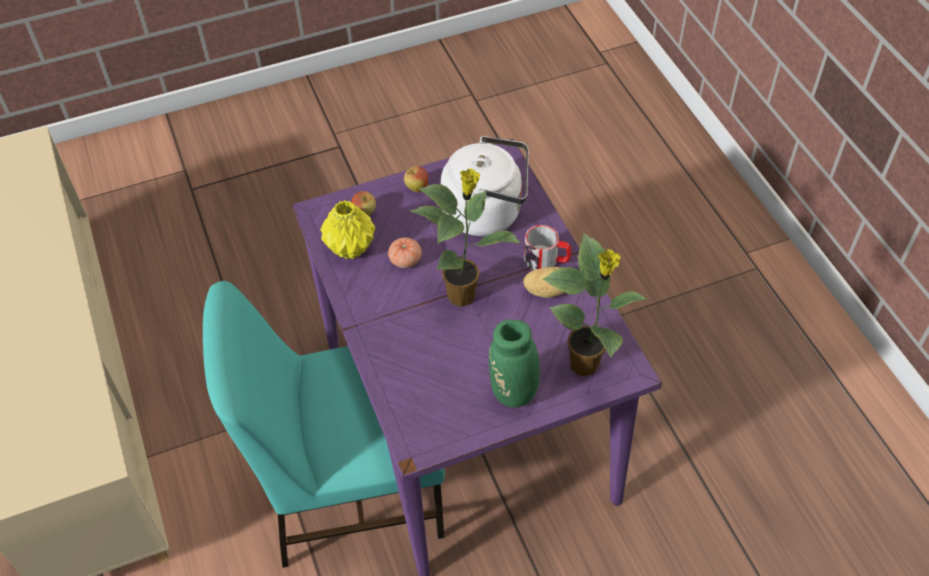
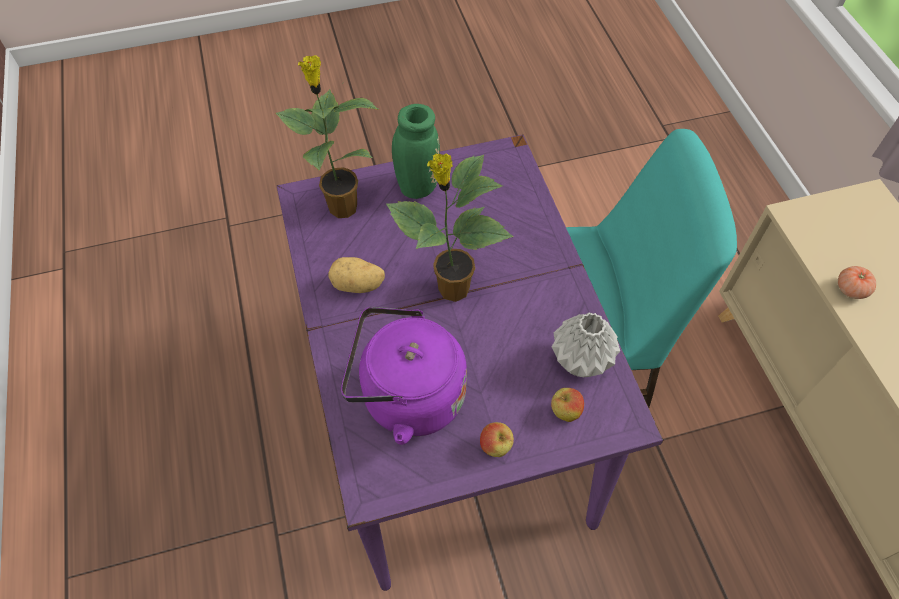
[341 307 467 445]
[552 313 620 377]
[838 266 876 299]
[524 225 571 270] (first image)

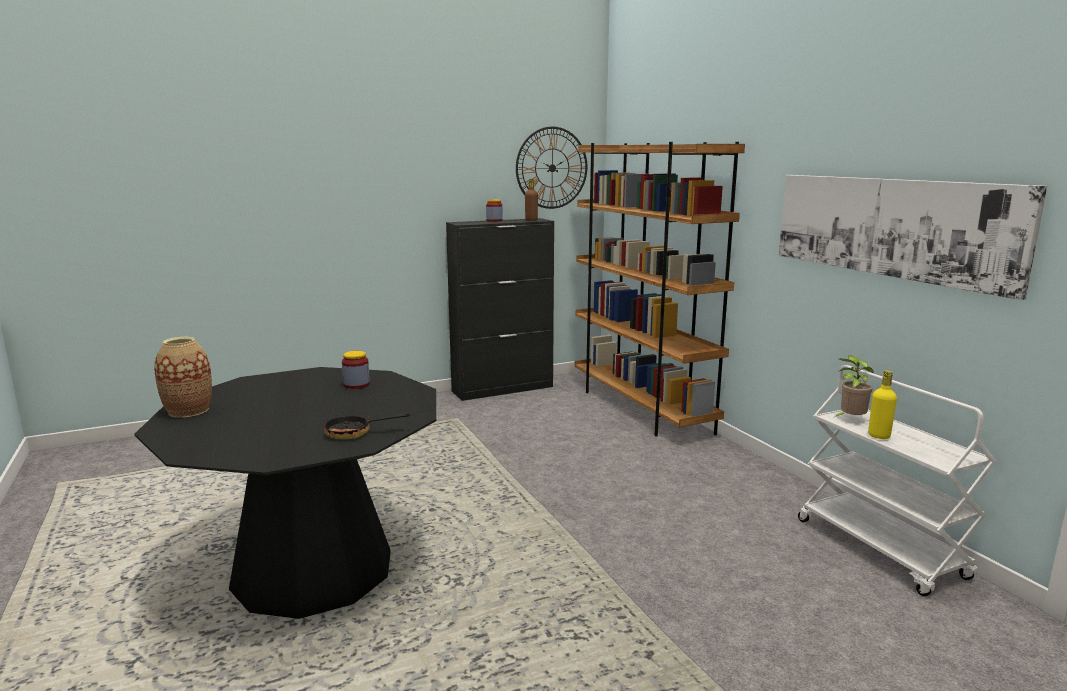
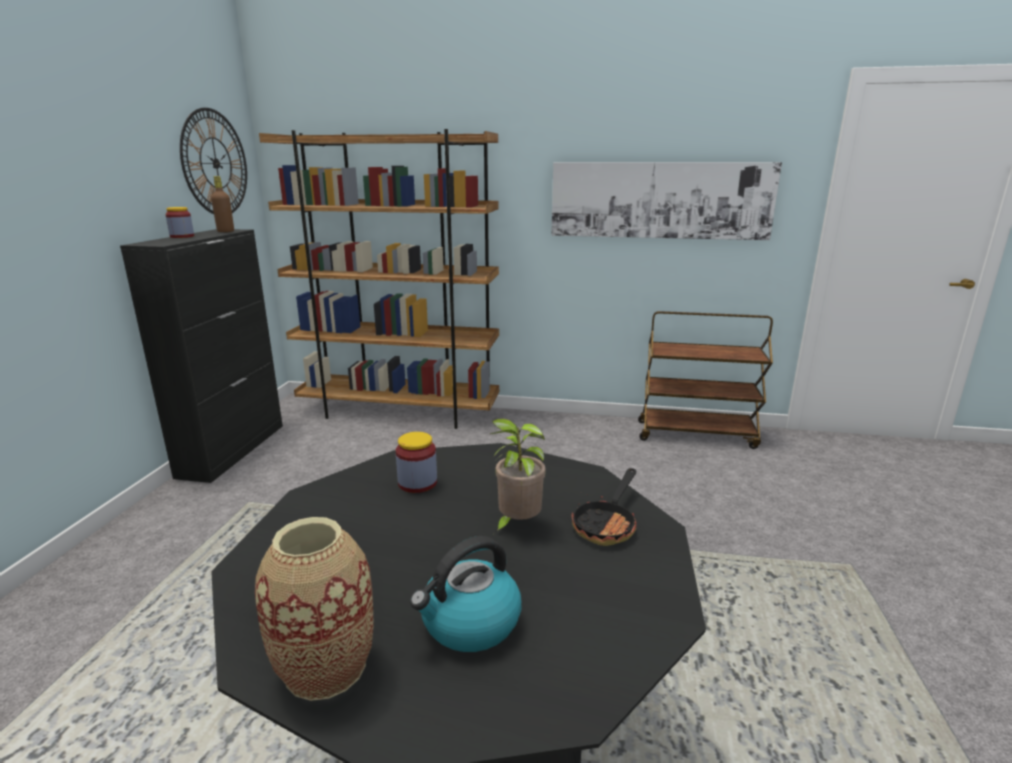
[410 536 522 652]
[490 419 546 533]
[638 311 773 449]
[868 370 897 439] (first image)

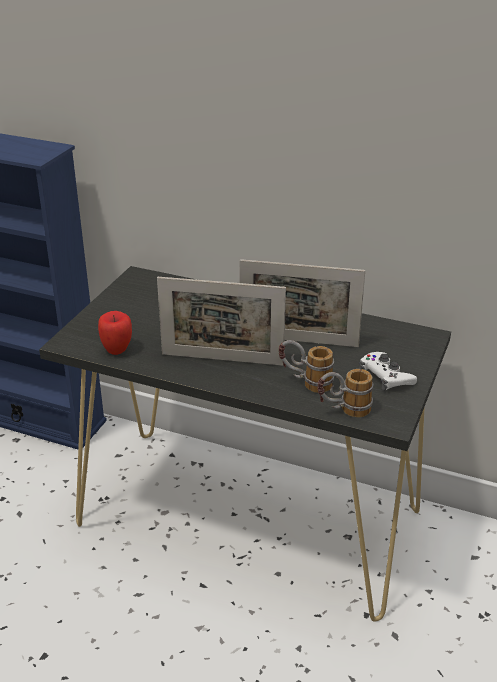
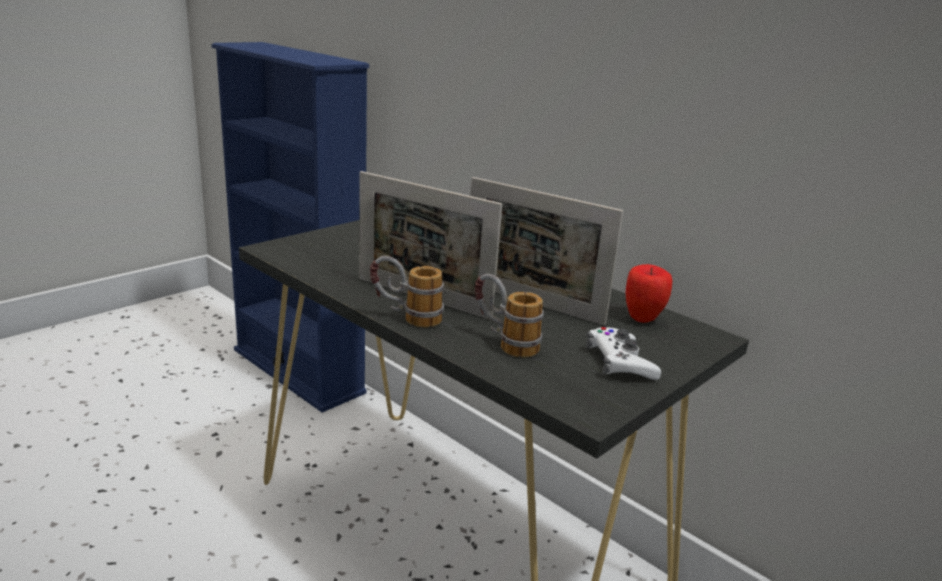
[370 256 444 328]
[626 264 673 323]

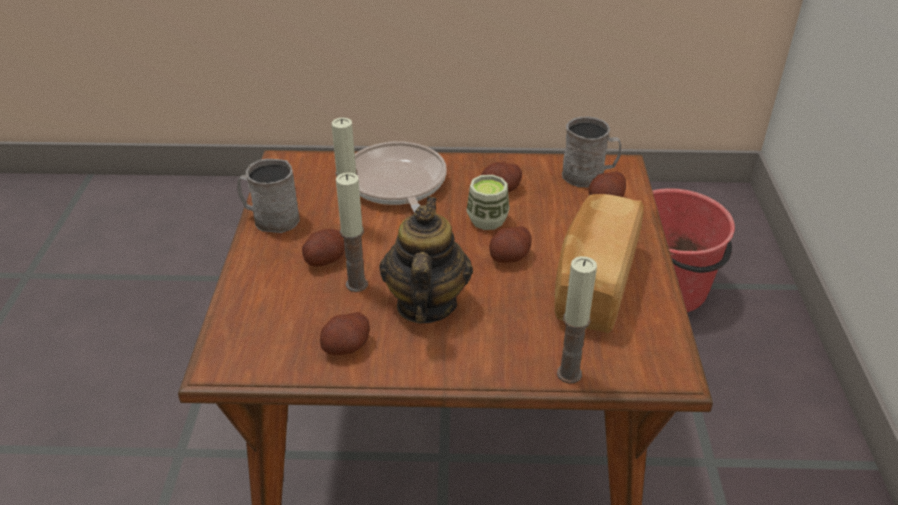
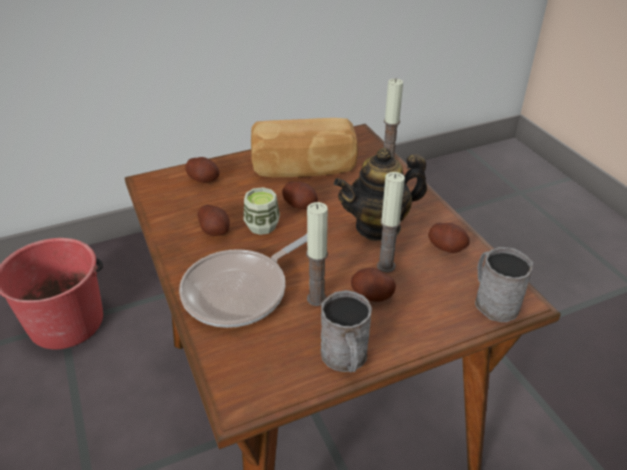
[475 247 533 322]

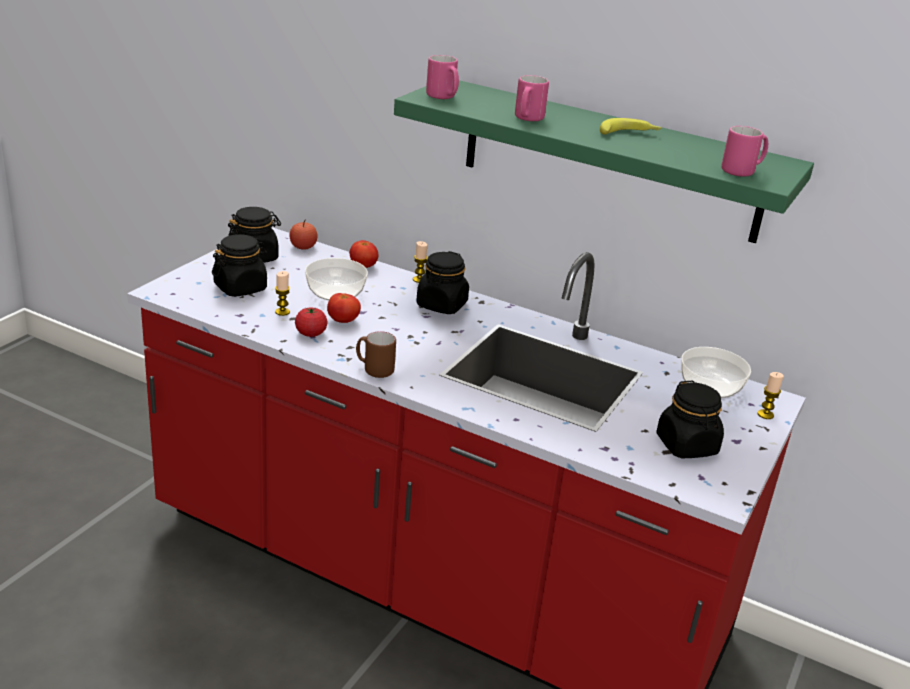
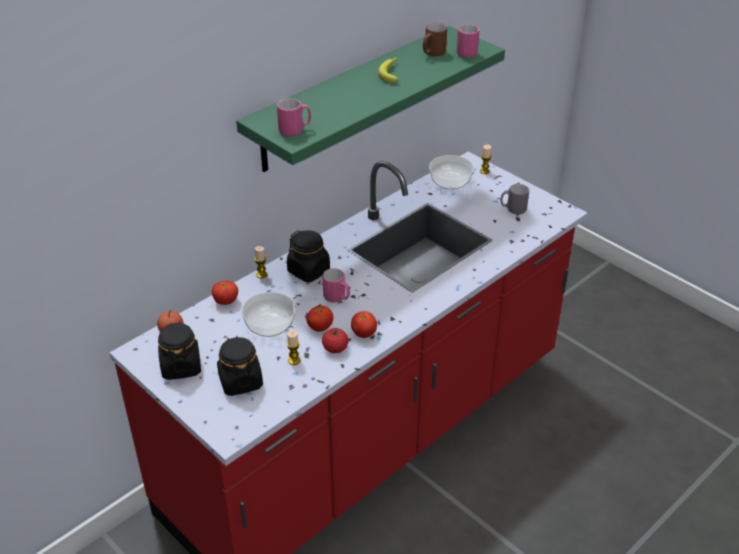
[323 268 350 302]
[351 311 377 338]
[423 23 447 56]
[501 184 529 214]

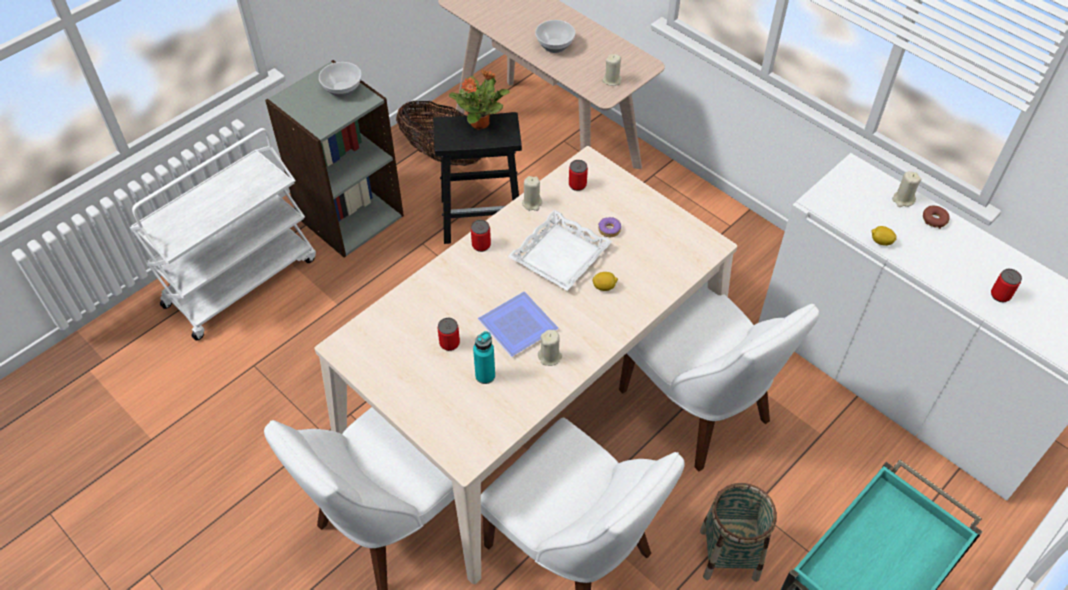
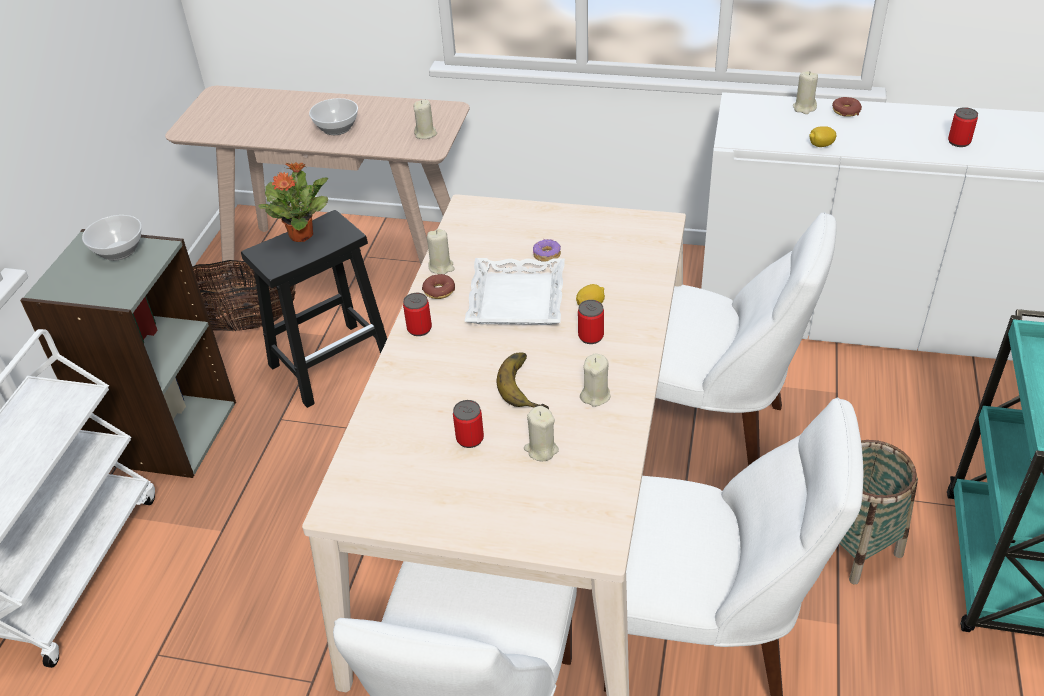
[422 274 455 299]
[497 353 549 409]
[524 406 559 462]
[578 300 604 344]

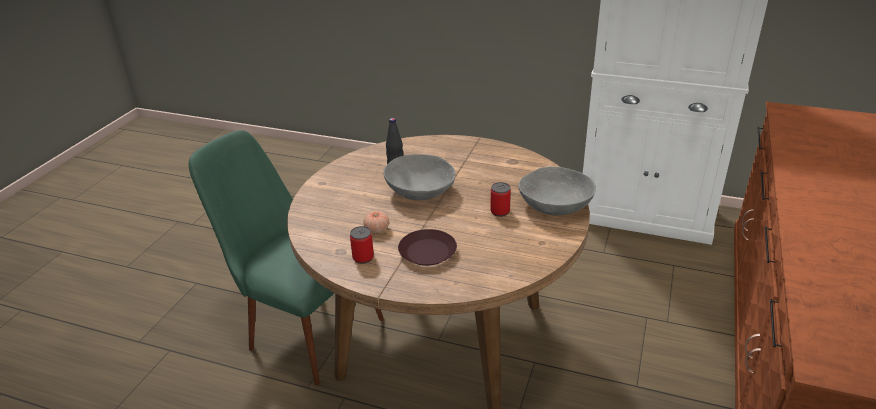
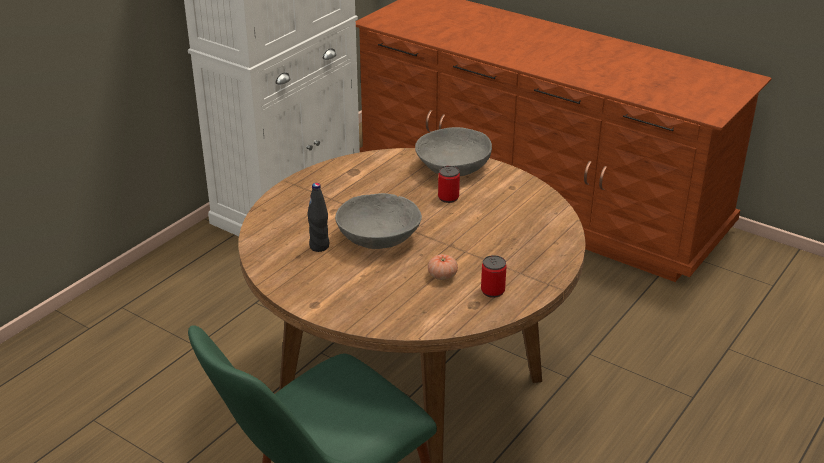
[398 229 457 266] (first image)

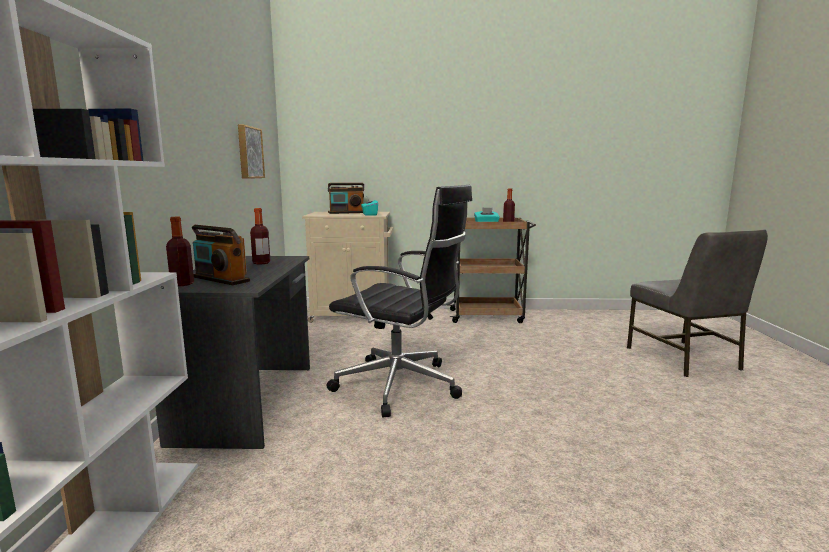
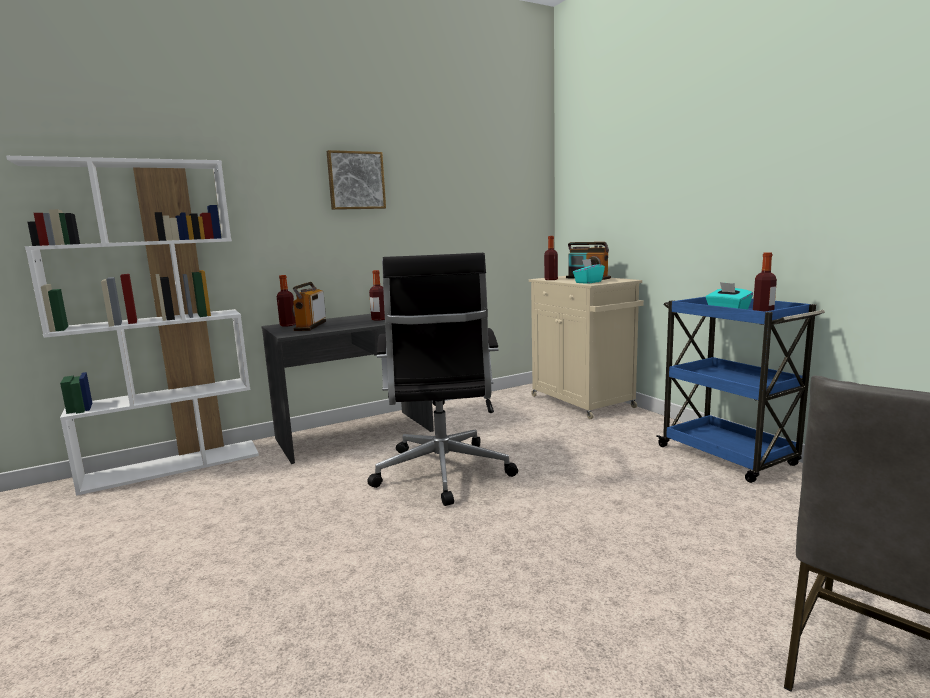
[327 150 386 210]
[544 236 558 280]
[656 297 825 483]

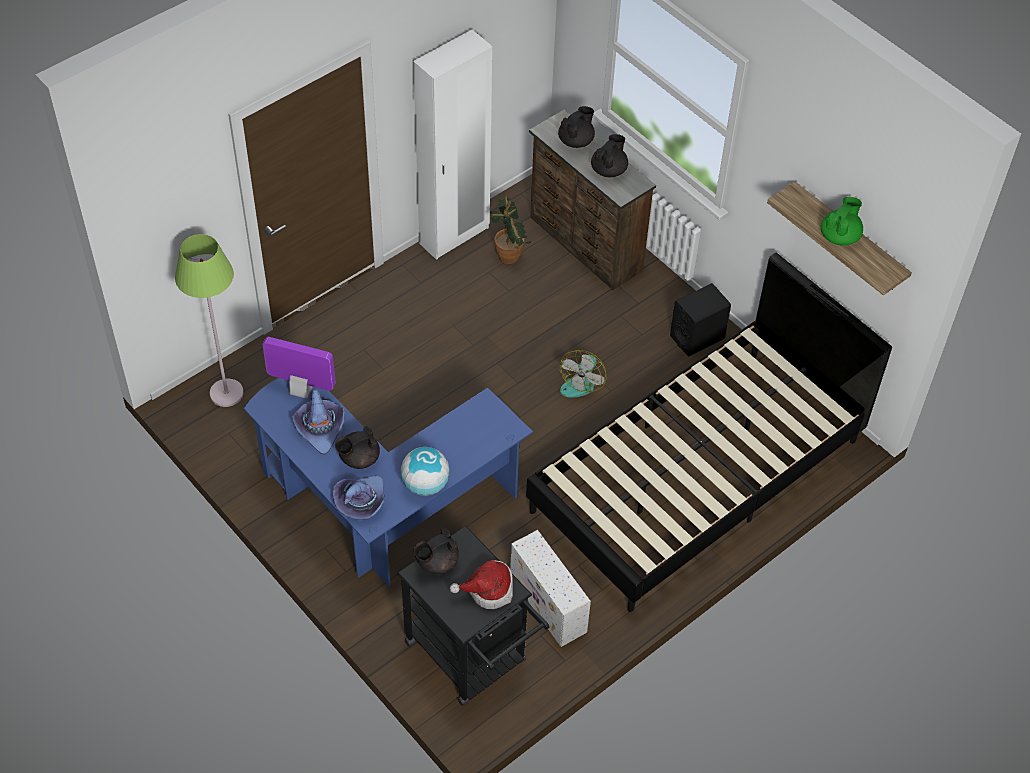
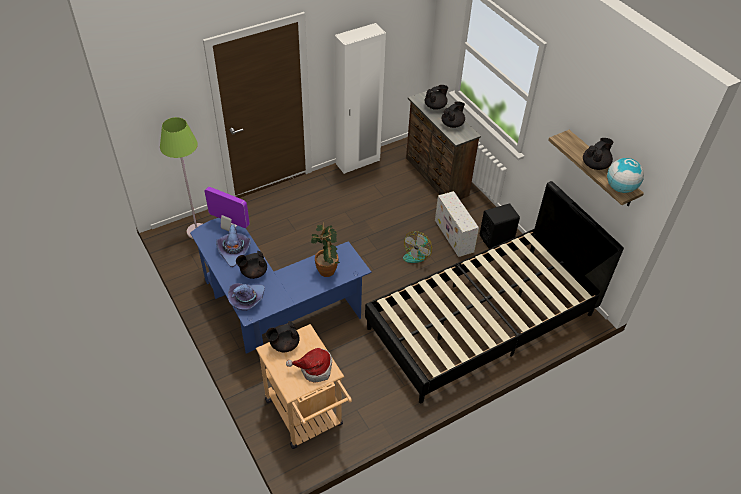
[256 324 352 449]
[311 222 340 277]
[435 191 479 257]
[583 138 613 170]
[607 158 644 193]

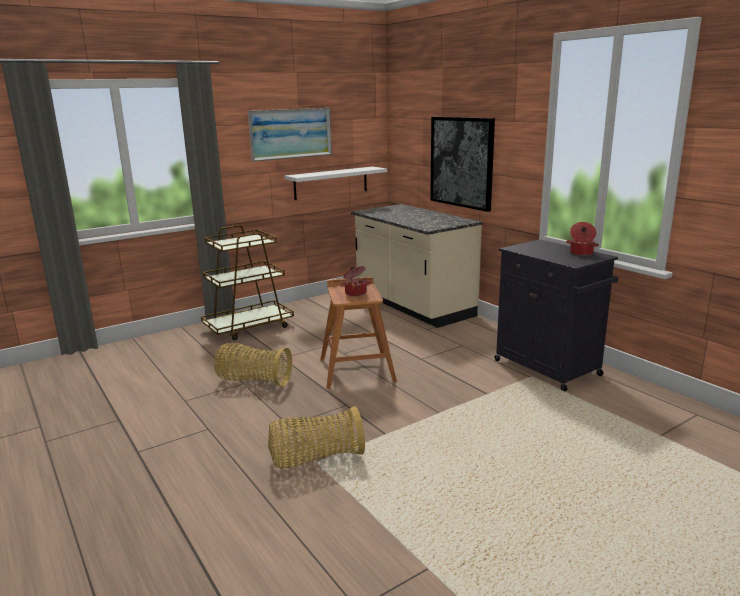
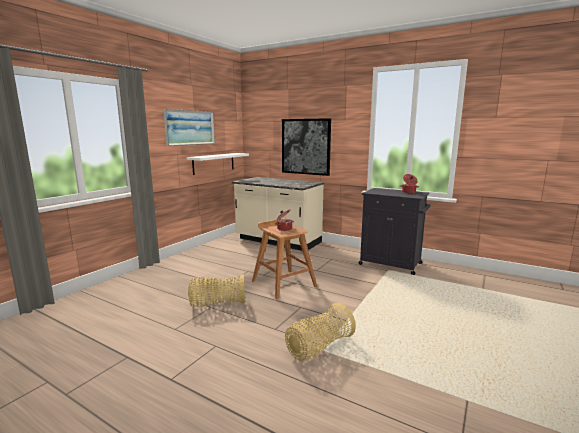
[201 225 294 341] (first image)

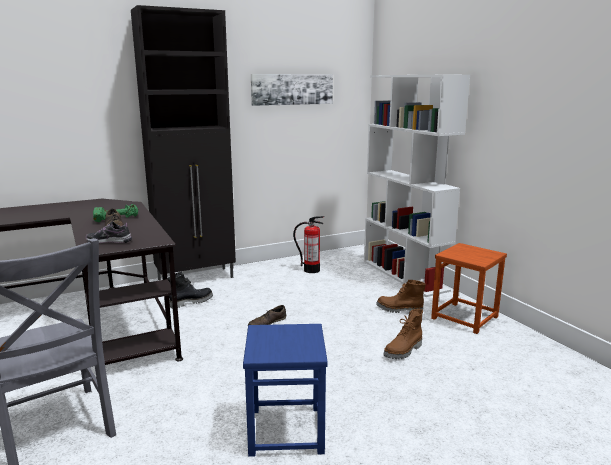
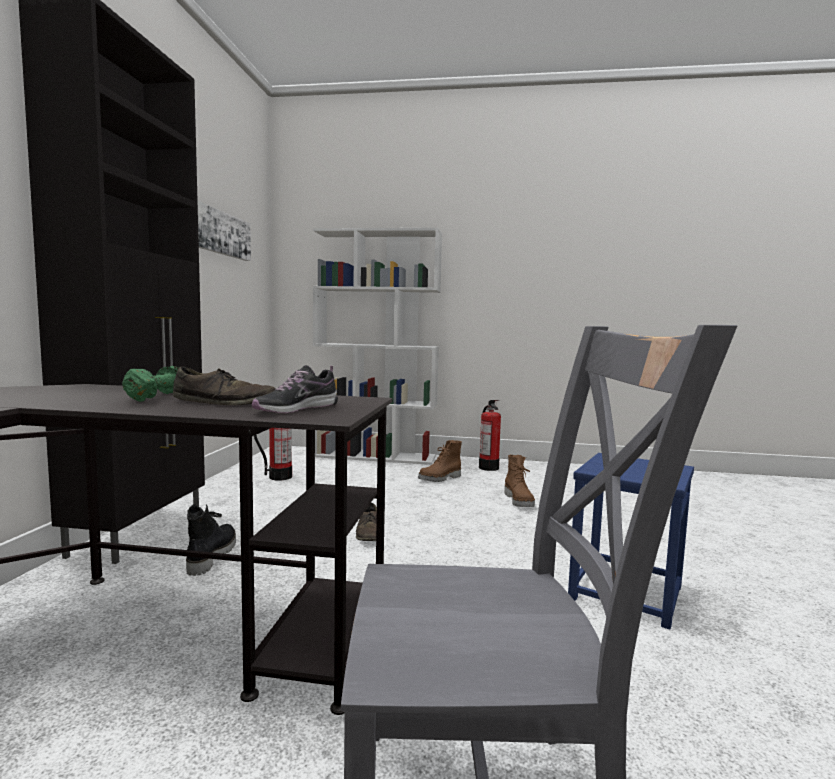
[479 400 501 471]

